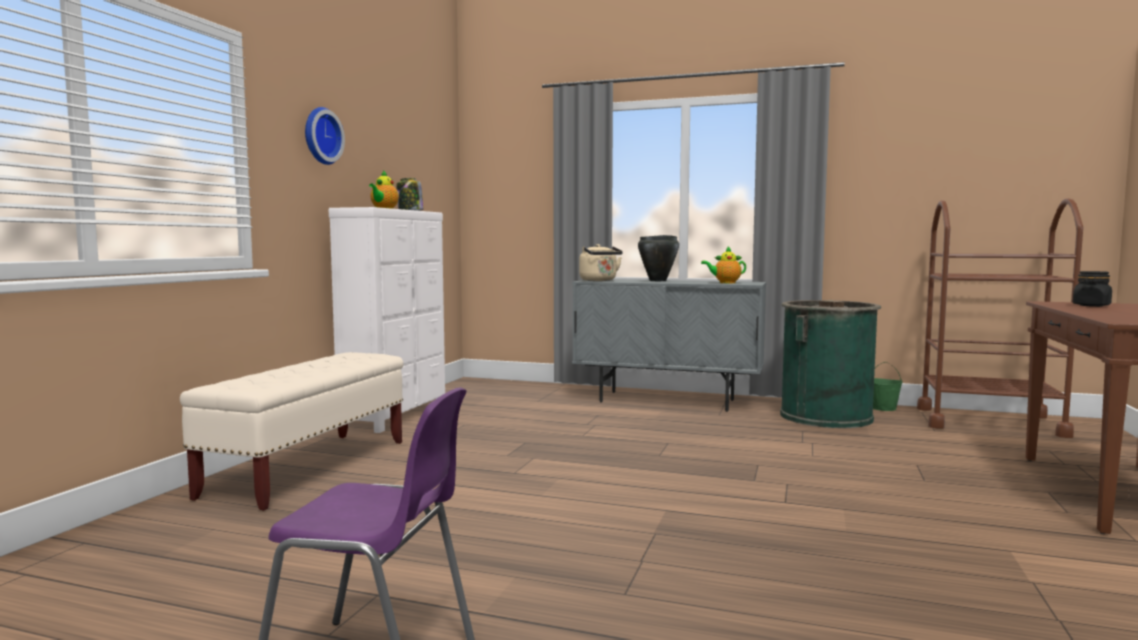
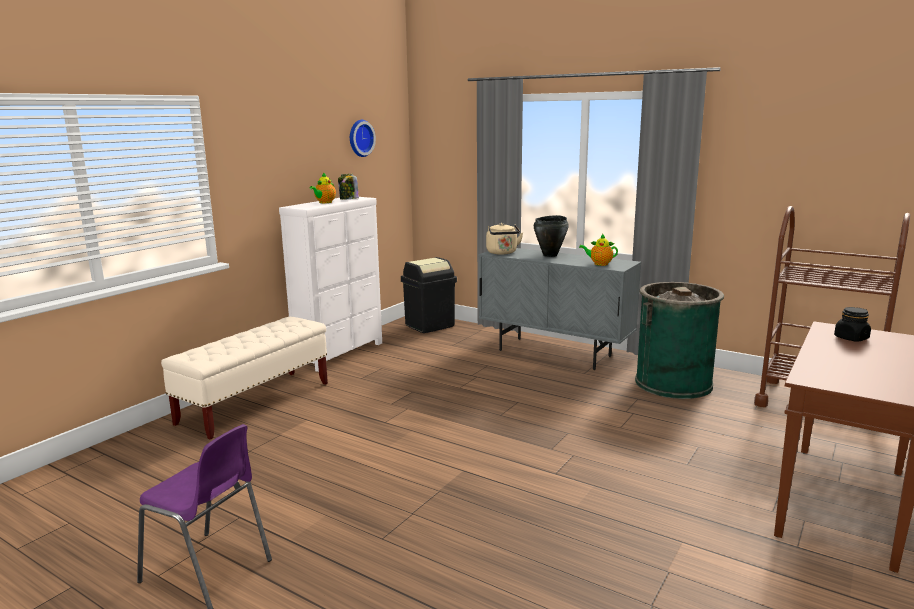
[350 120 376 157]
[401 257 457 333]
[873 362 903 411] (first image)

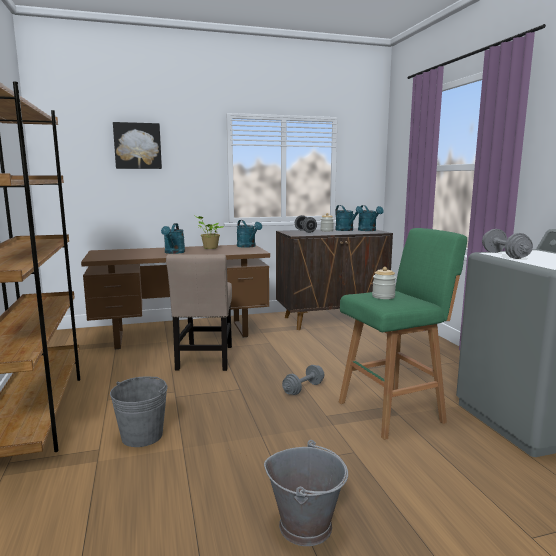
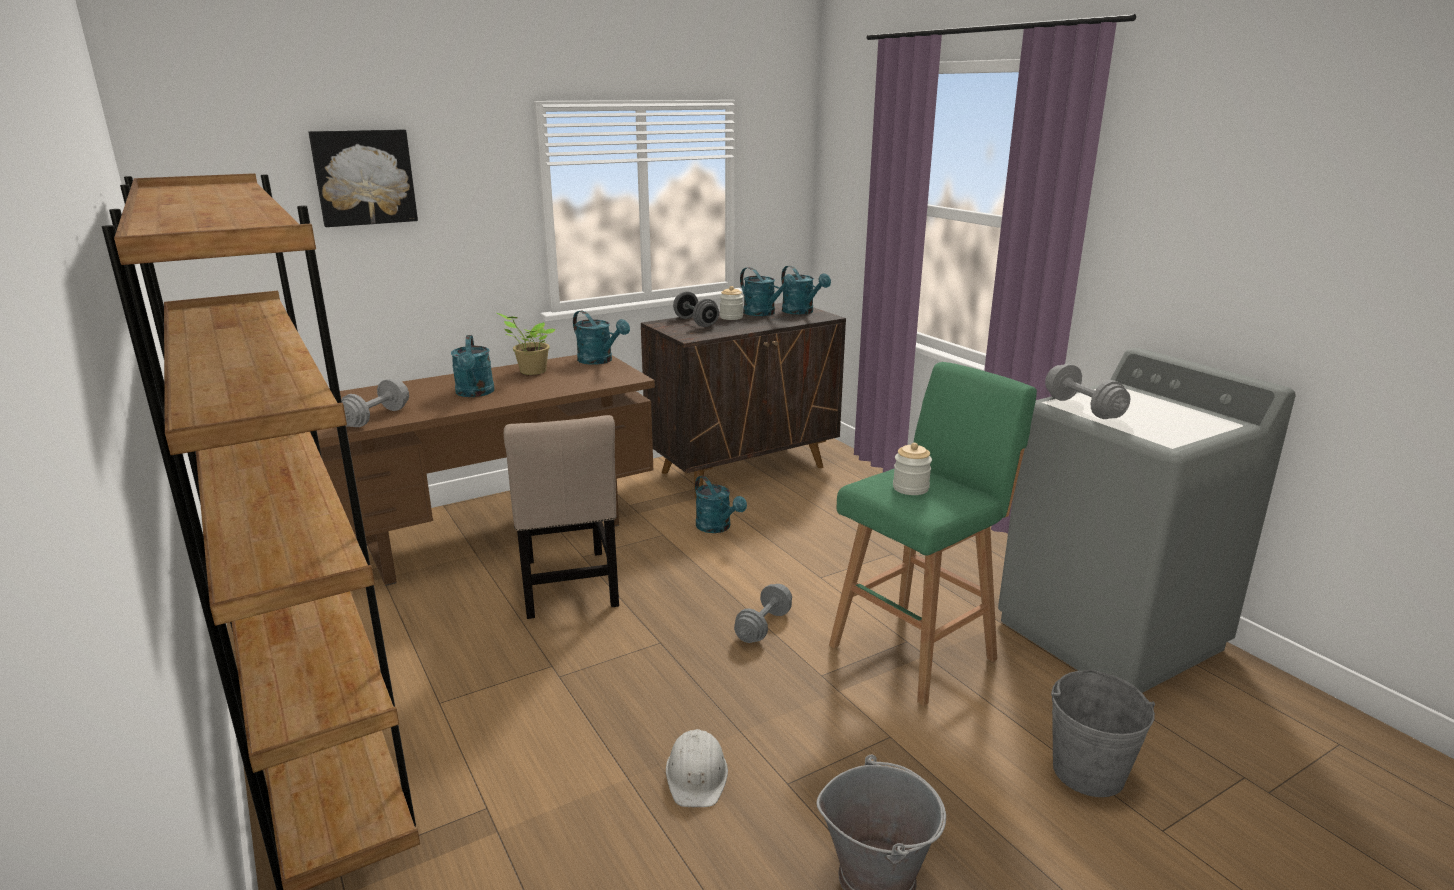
[341 379 409 427]
[666 729 728 807]
[695 476 747 533]
[1051 669 1155 797]

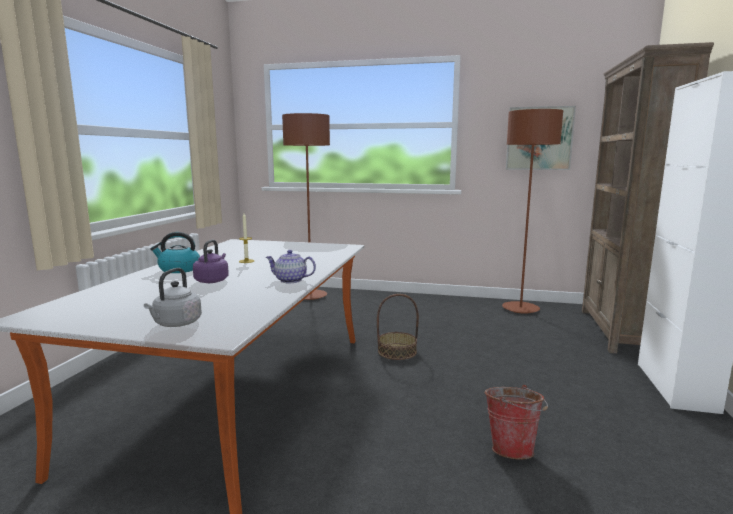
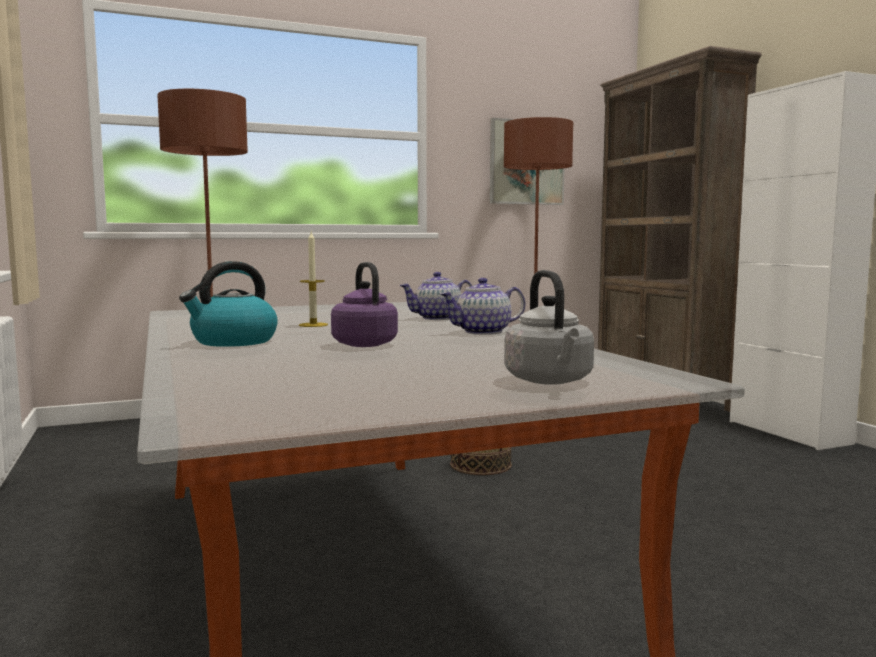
[399 272 472 320]
[485 385 548 460] (first image)

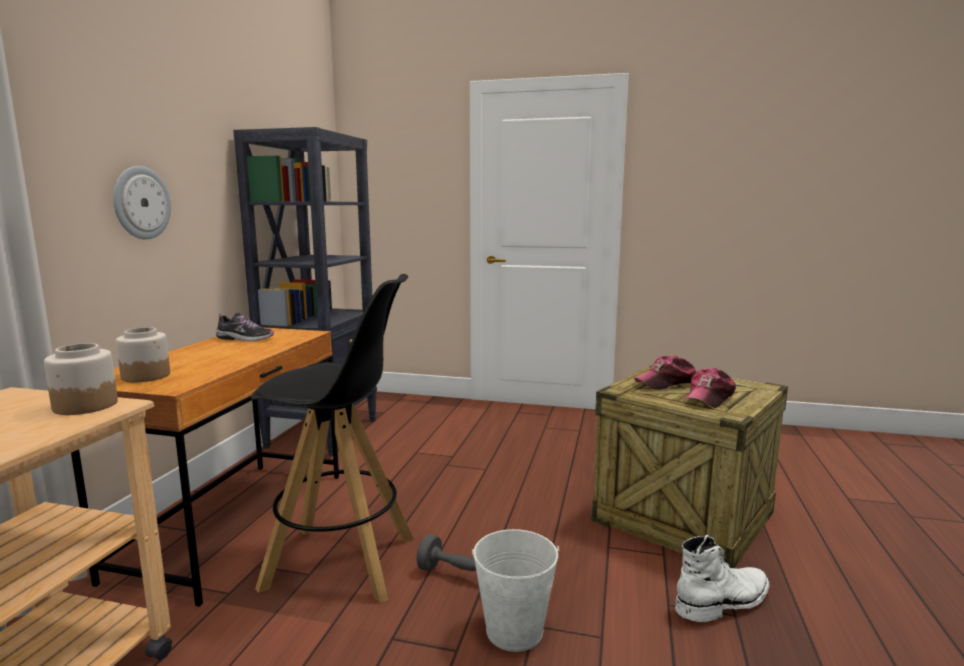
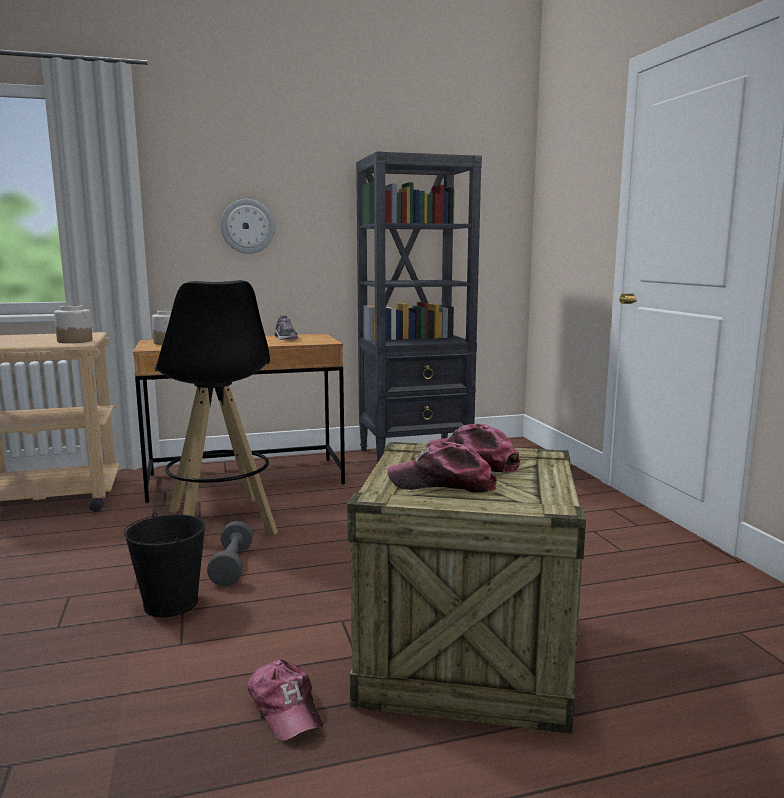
[123 513 205 617]
[248 659 323 741]

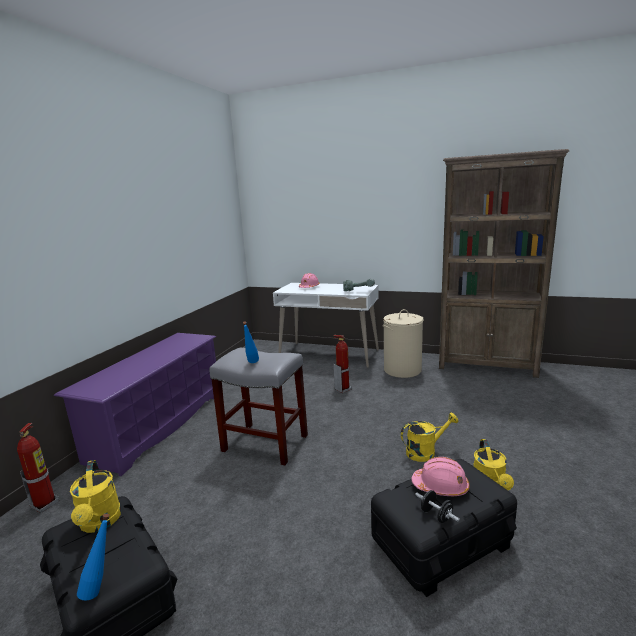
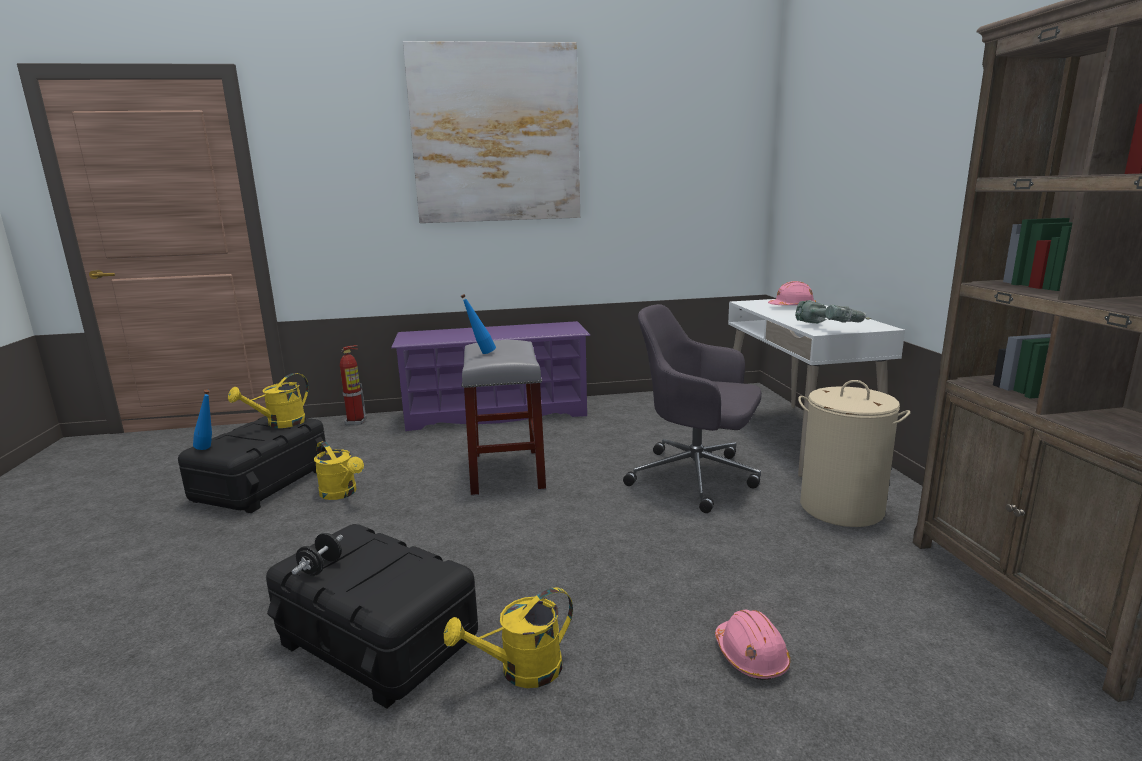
[314 441 364 500]
[403 41 580 223]
[623 304 762 513]
[715 609 790 680]

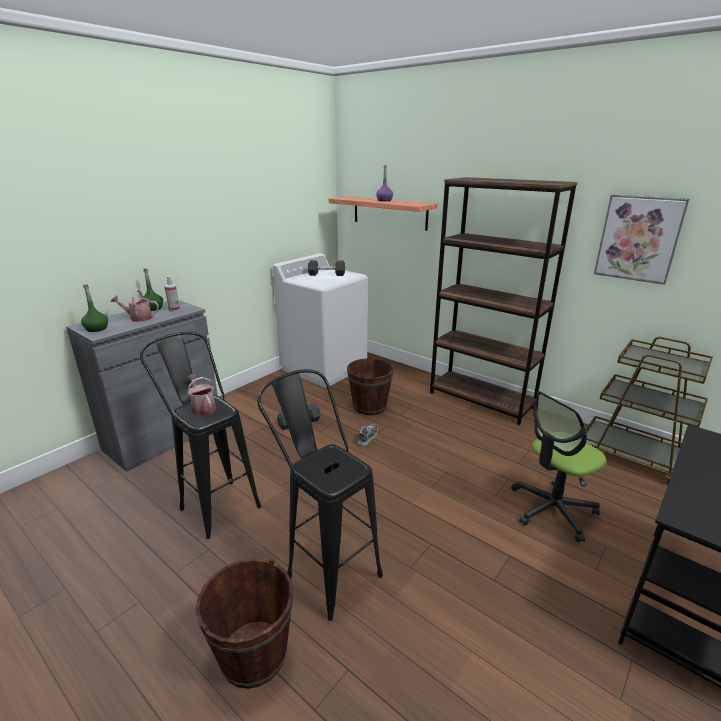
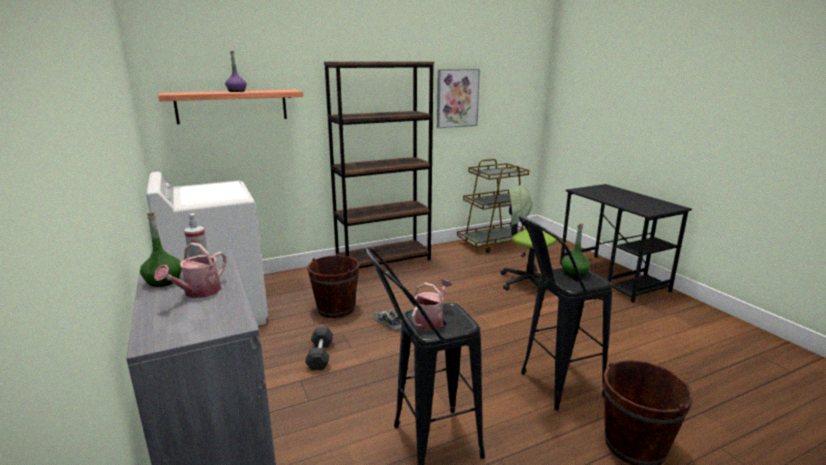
[412 279 452 330]
[500 184 558 290]
[561 223 590 277]
[308 260 345 276] (first image)

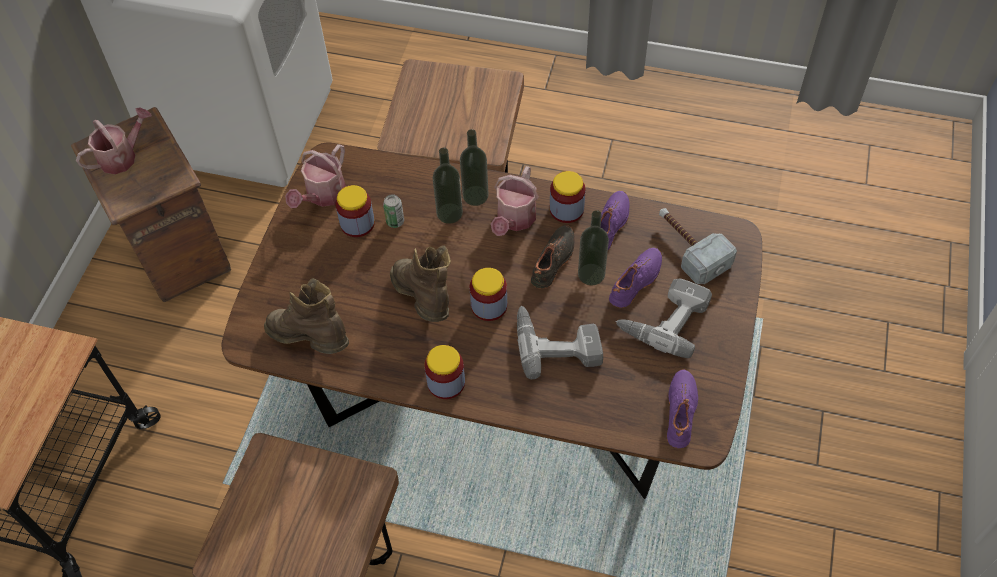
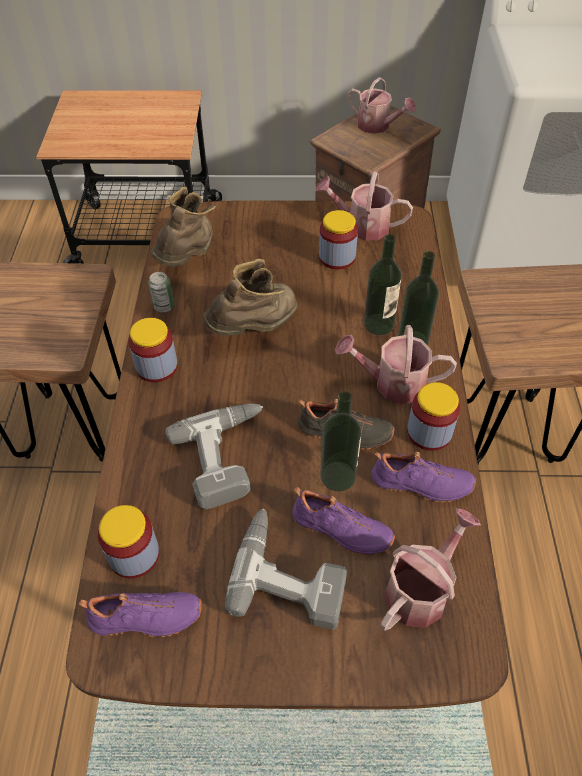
[98 505 159 578]
[148 272 174 313]
[381 508 481 631]

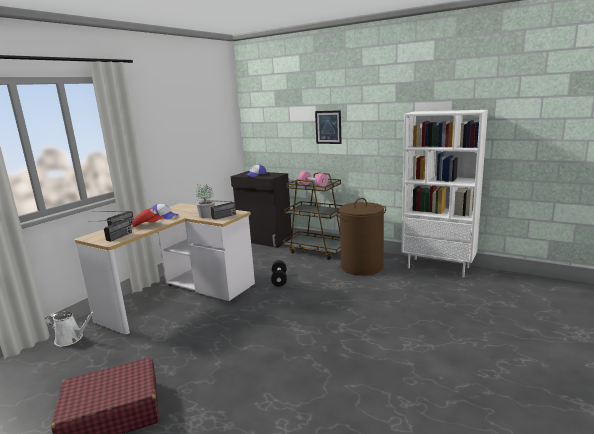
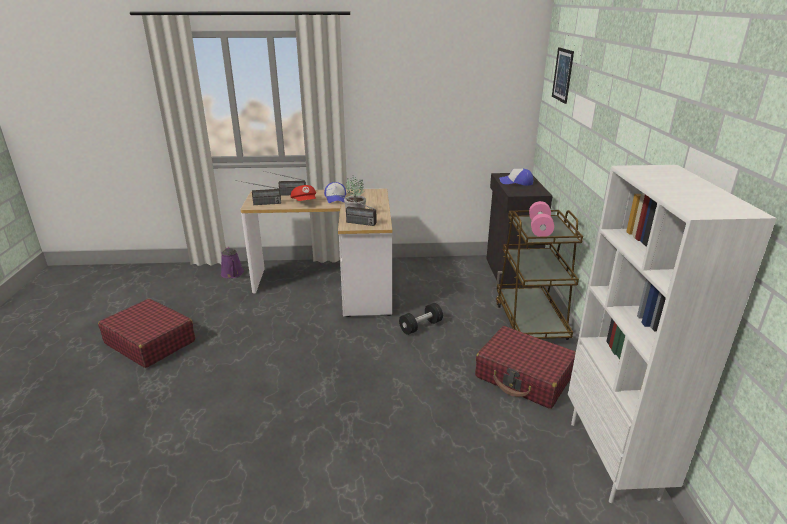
[221 246 244 278]
[475 326 576 409]
[552 47 574 104]

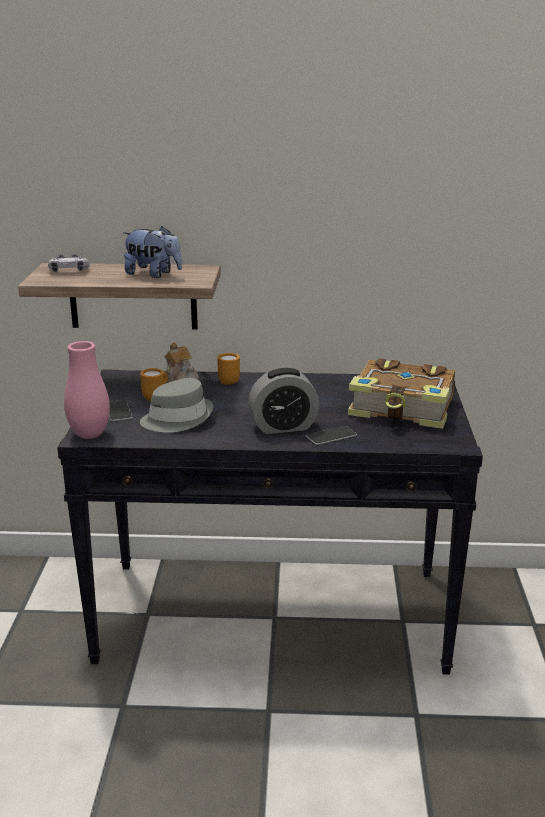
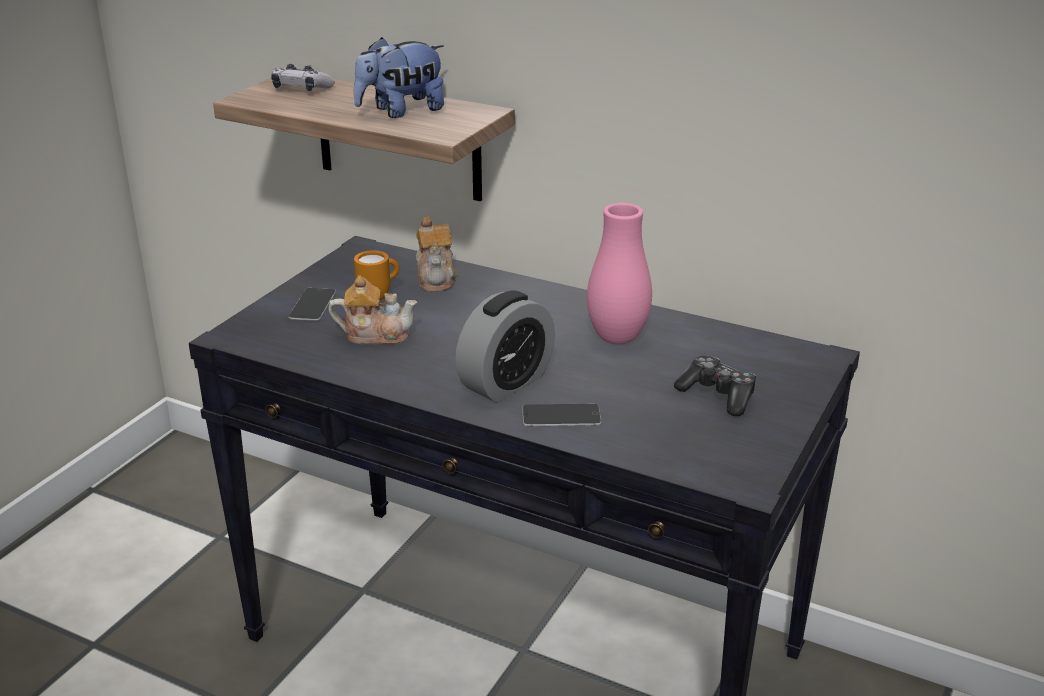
[328 275 418 345]
[354 37 444 118]
[455 290 555 403]
[587 203 652 345]
[674 355 756 416]
[217 353 240 385] (first image)

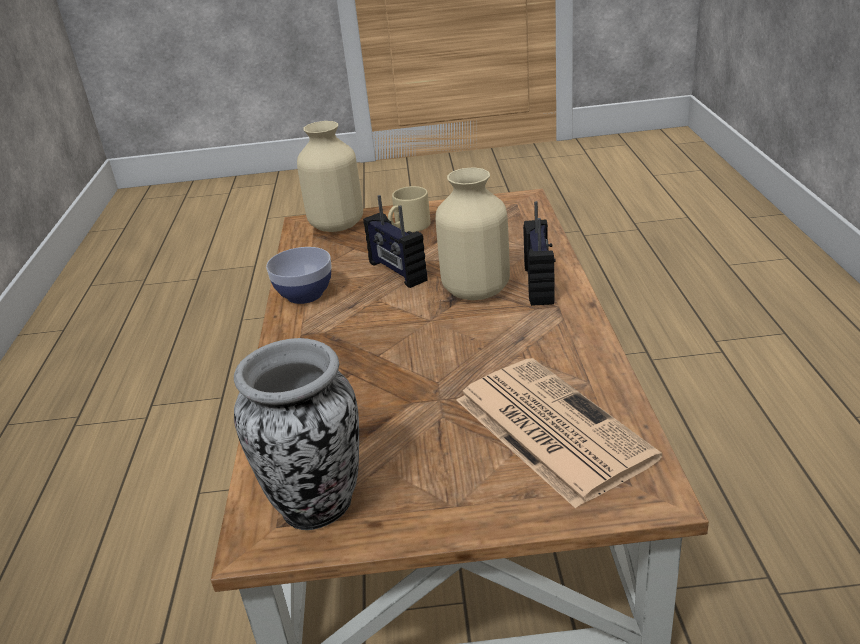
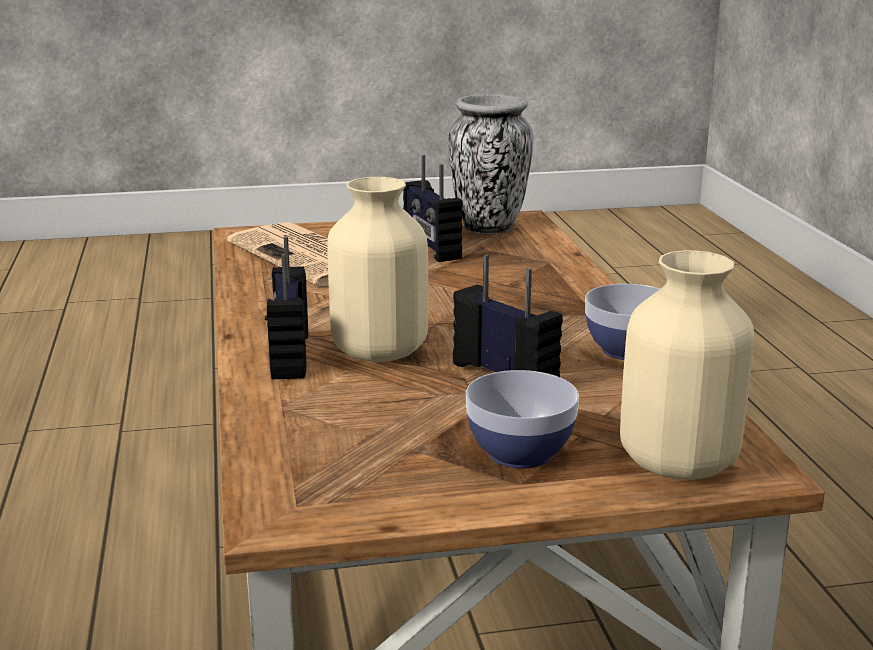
[403 155 463 262]
[466 370 579 469]

